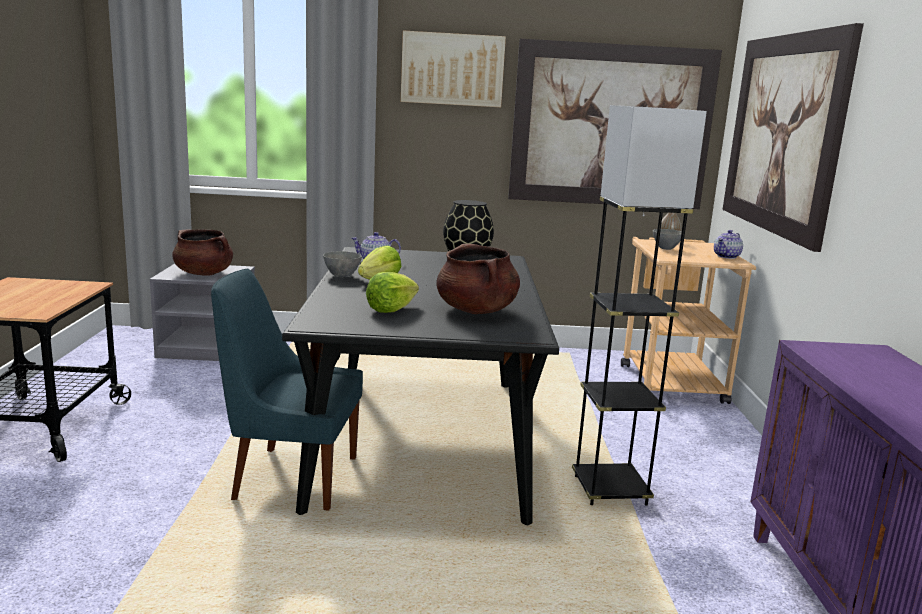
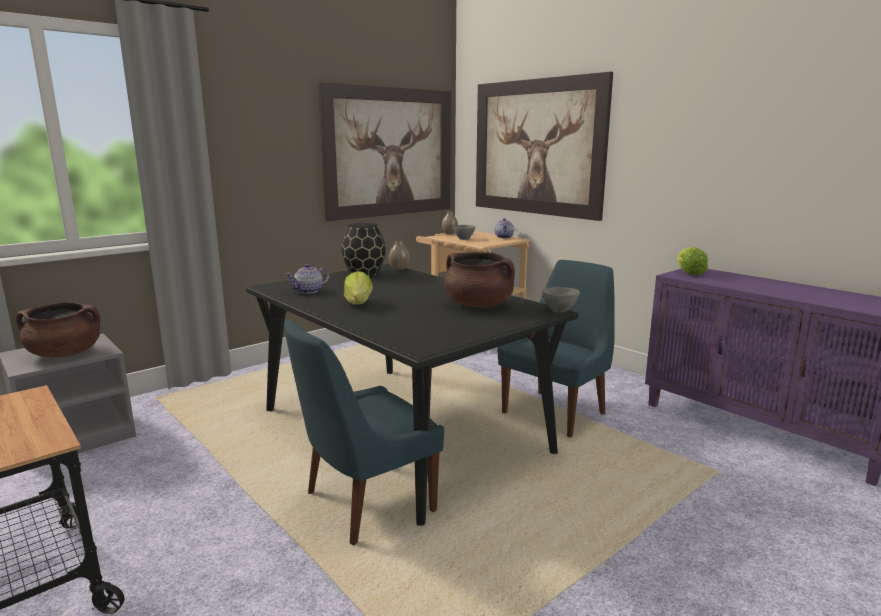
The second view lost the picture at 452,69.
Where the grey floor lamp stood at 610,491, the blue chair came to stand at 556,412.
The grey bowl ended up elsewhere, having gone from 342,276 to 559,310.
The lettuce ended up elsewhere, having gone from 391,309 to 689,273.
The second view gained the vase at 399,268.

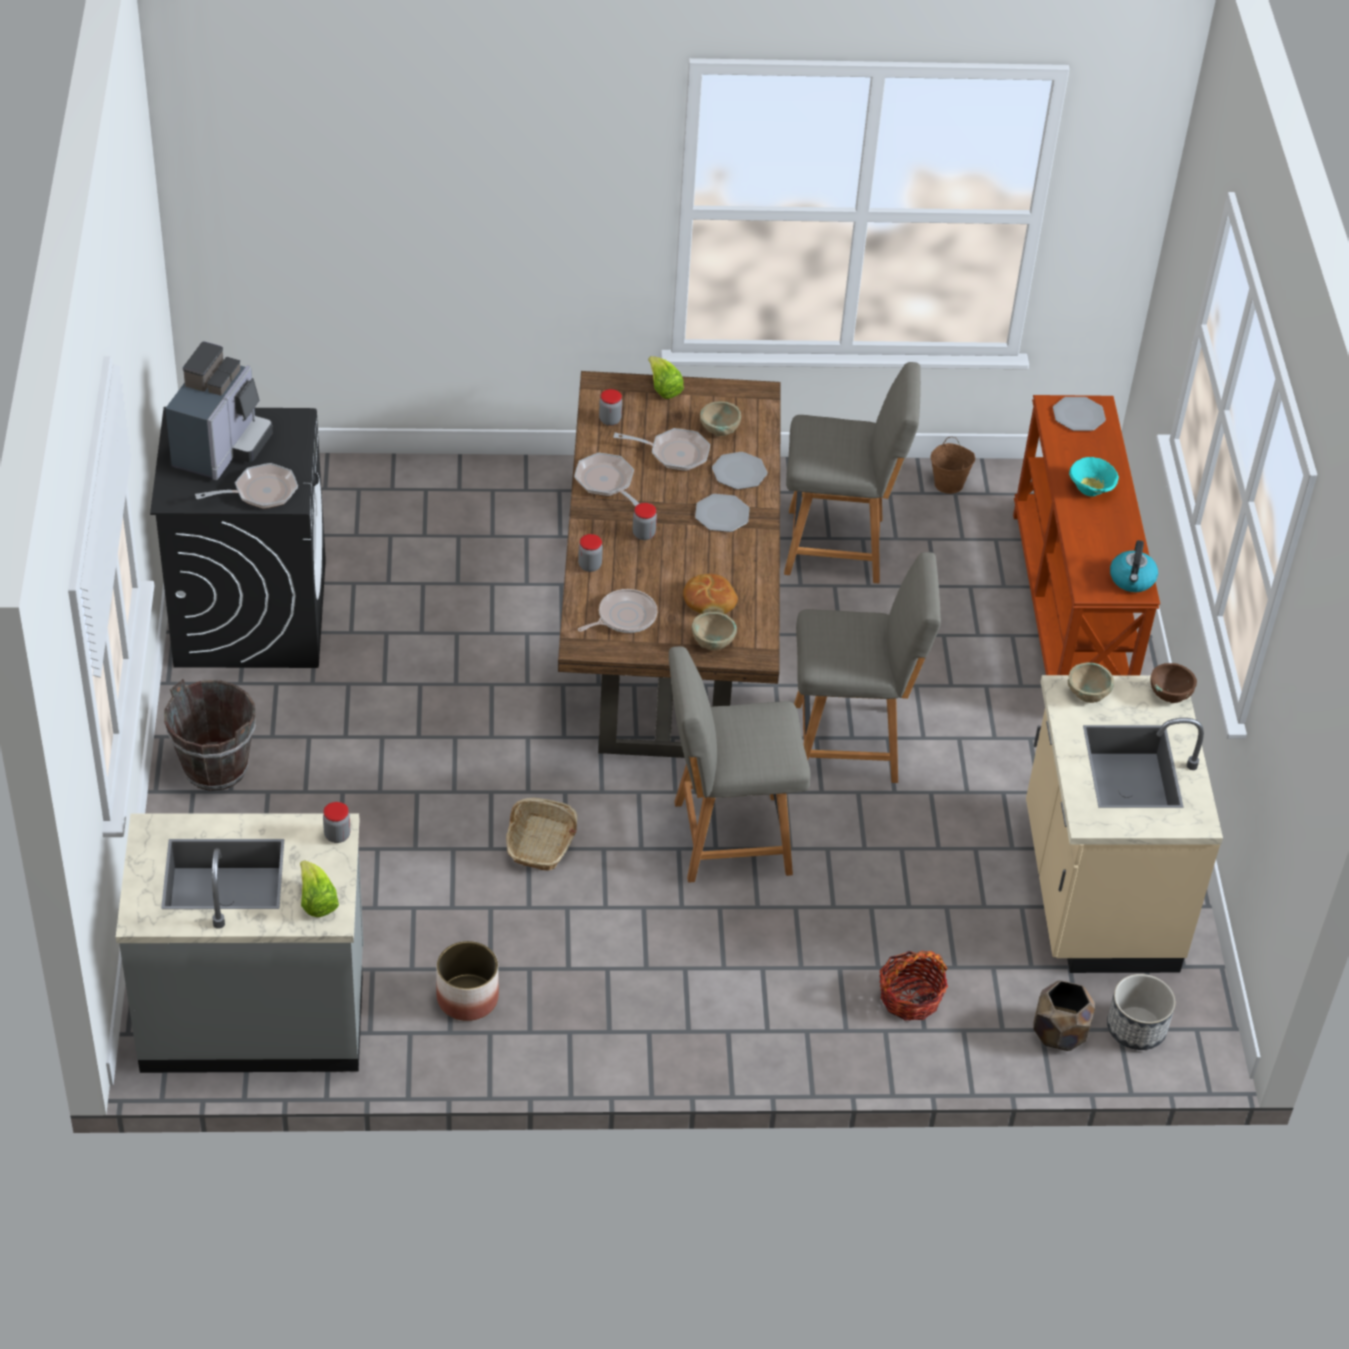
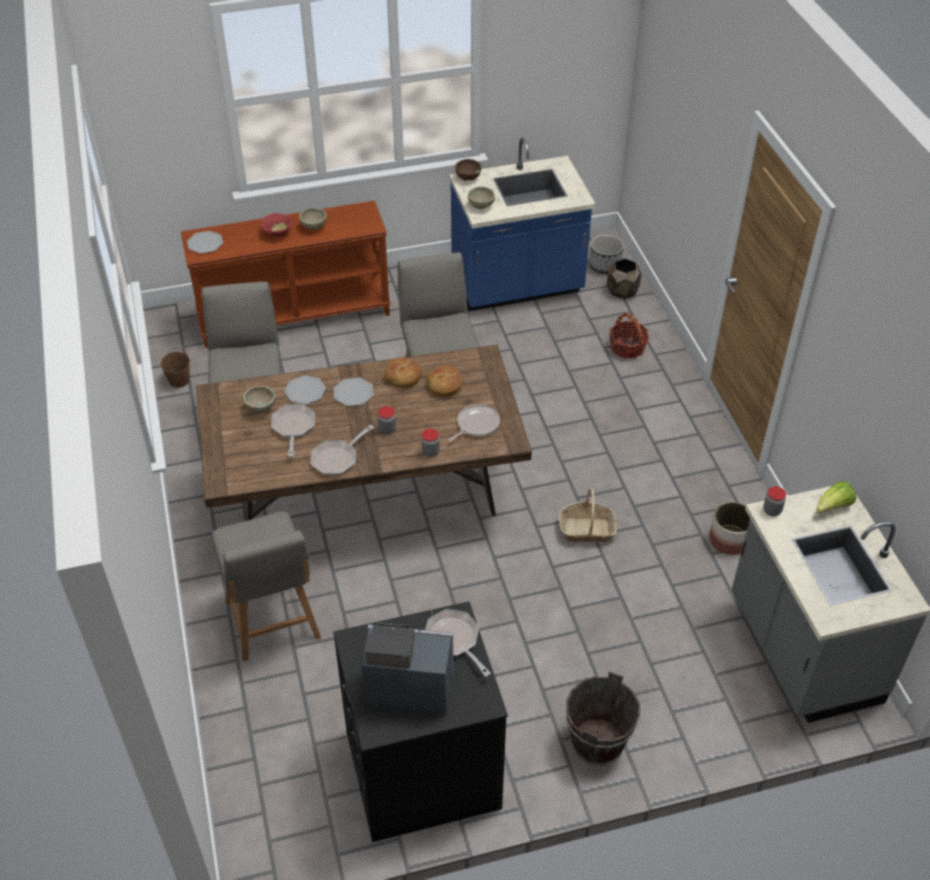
The second view lost the lettuce at 663,388.
The second view lost the jar at 610,420.
What was the turquoise bowl at 1091,488 turned into the red bowl at 278,232.
The second view lost the kettle at 1132,580.
The frying pan at 624,617 ended up facing another way, 90 degrees clockwise from before.
The beige bowl ended up elsewhere, having gone from 712,644 to 314,227.
The grey chair ended up elsewhere, having gone from 727,838 to 273,622.
What was the beige counter at 1095,892 turned into the blue counter at 517,287.
The second view gained the bread at 402,377.

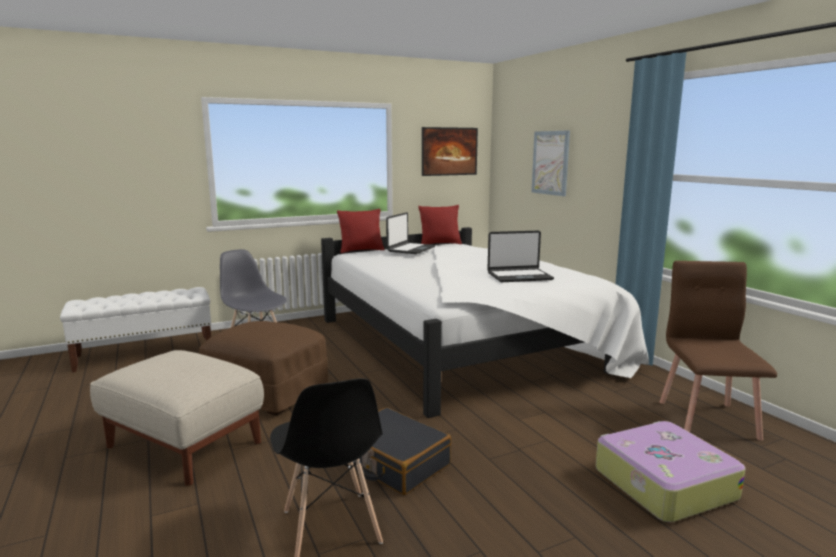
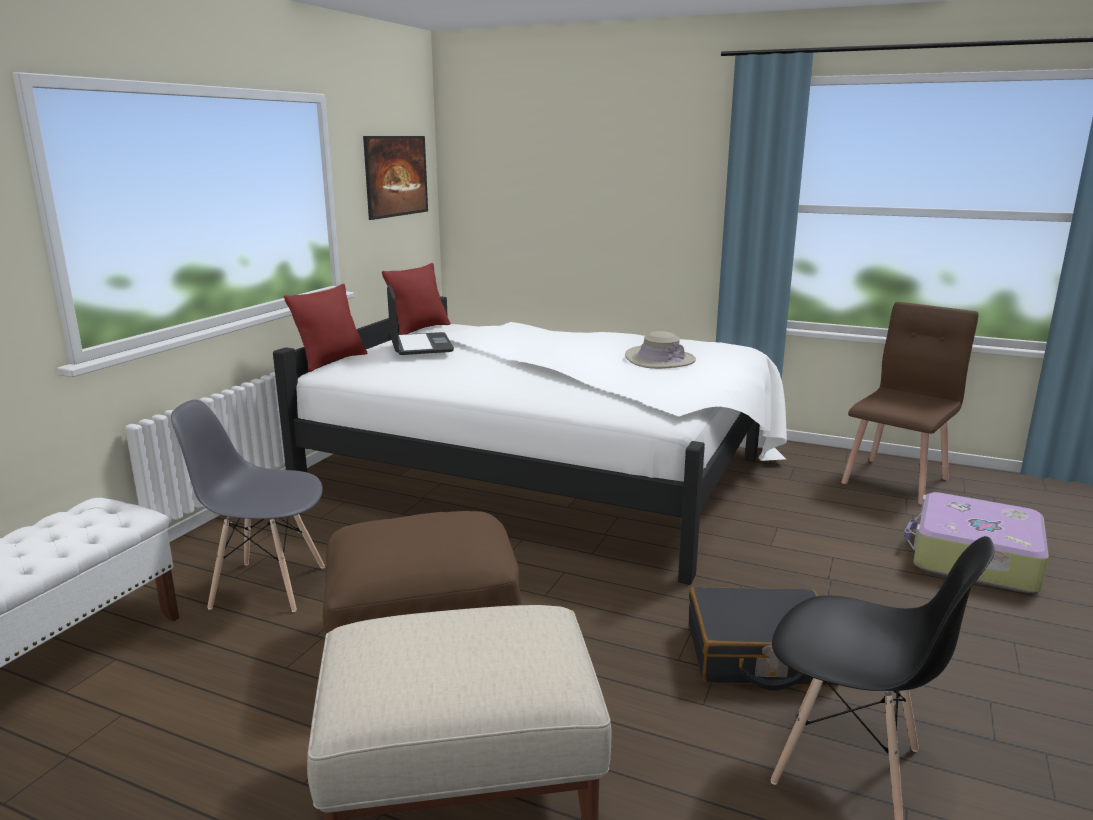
The second view lost the picture at 550,163.
Where the laptop stood at 519,276, the beige hat came to stand at 660,359.
The brown chair at 708,419 ended up facing another way, 75 degrees clockwise from before.

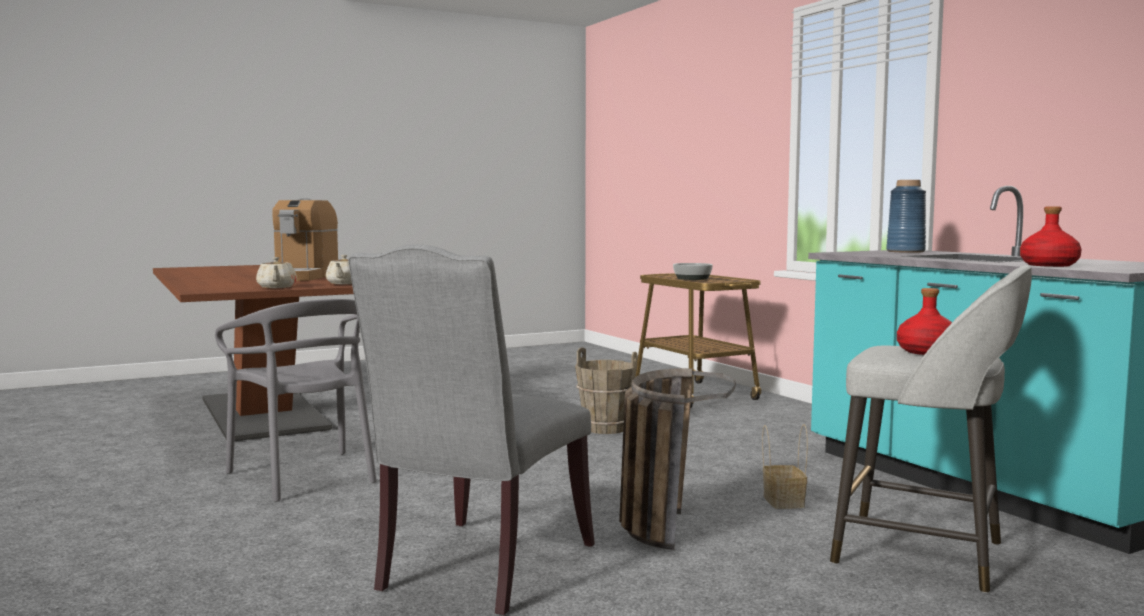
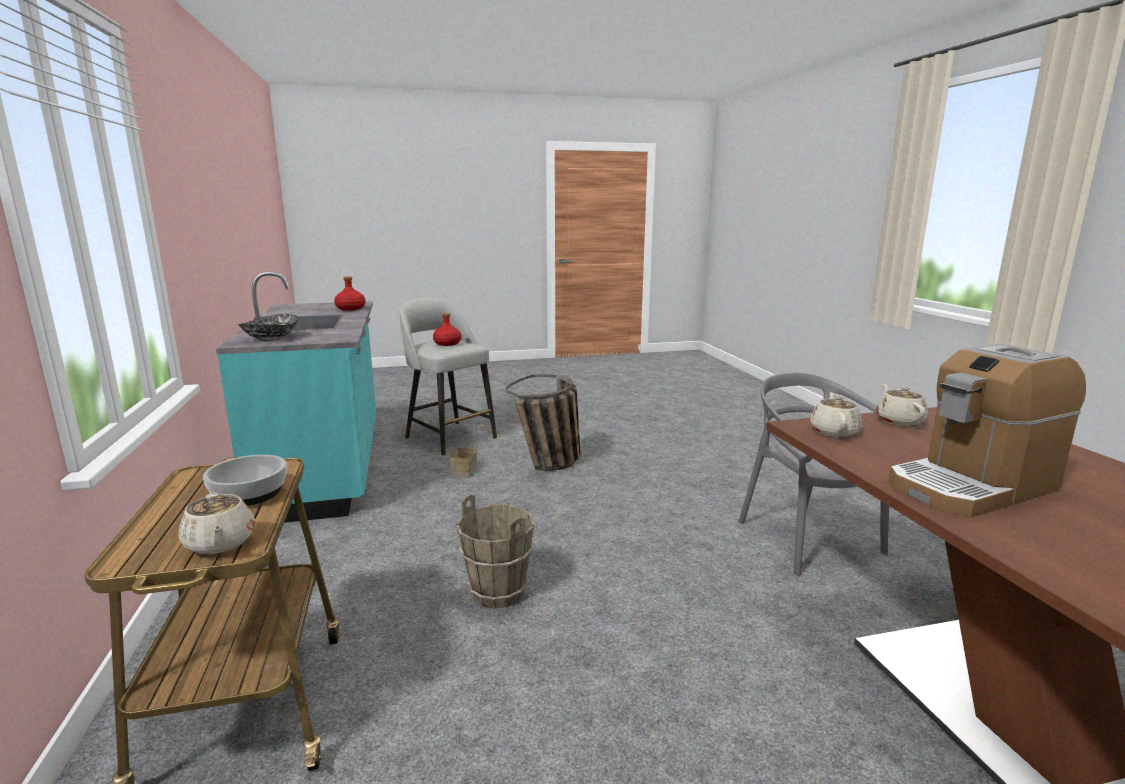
Where the blue vase stood at 906,251, the bowl came to stand at 270,338.
The coffee machine at 301,277 ended up facing another way, 135 degrees counterclockwise from before.
The second view lost the grey chair at 480,569.
The second view gained the beige teapot at 220,543.

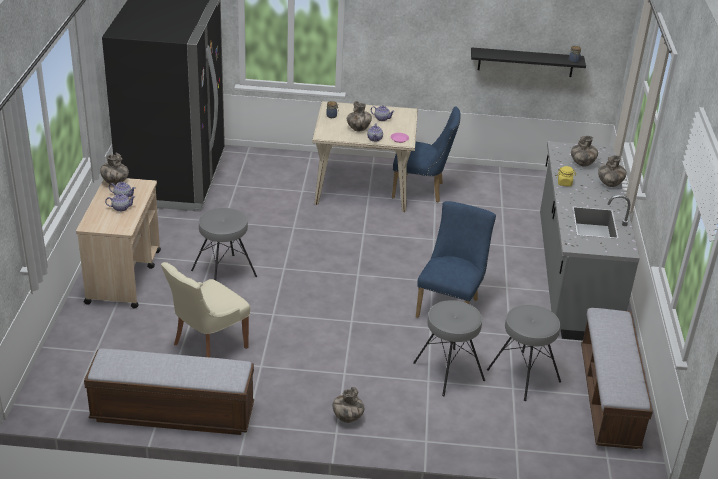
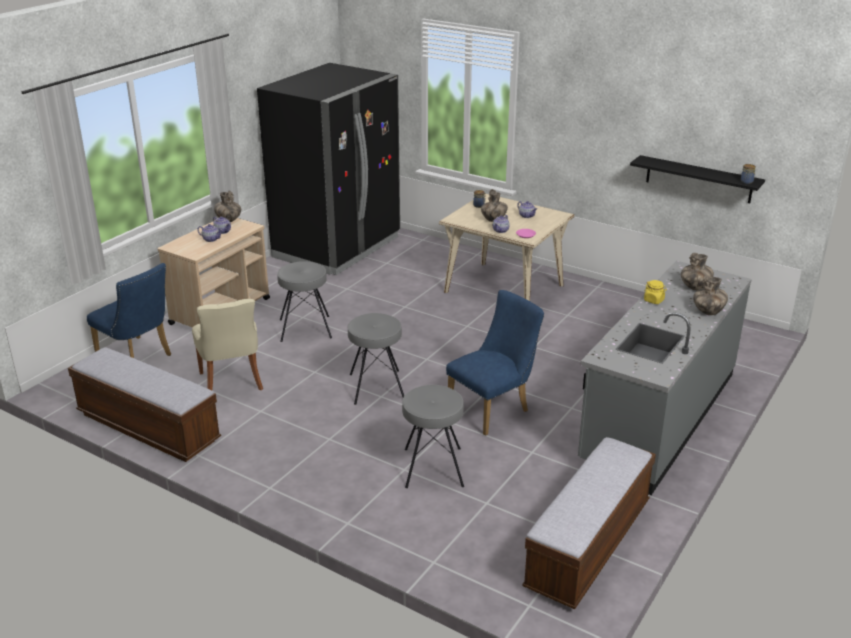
The blue chair ended up elsewhere, having gone from 422,191 to 138,358.
The beige chair at 208,346 ended up facing another way, 90 degrees counterclockwise from before.
The grey stool ended up elsewhere, having gone from 523,376 to 376,387.
The second view lost the vase at 347,418.

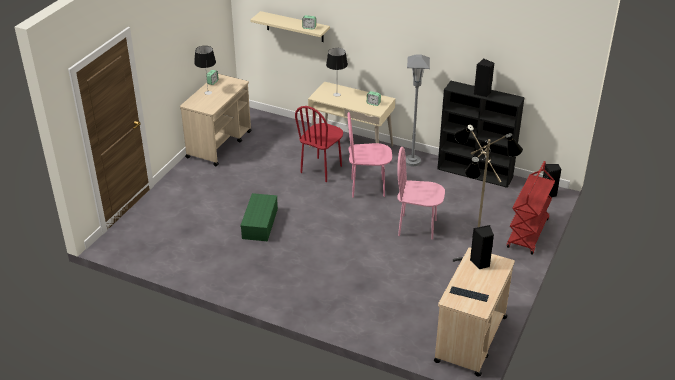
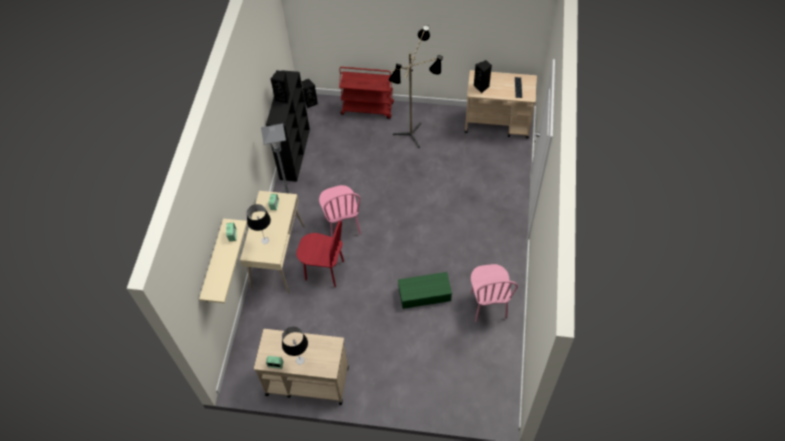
The pink chair ended up elsewhere, having gone from 417,227 to 488,305.

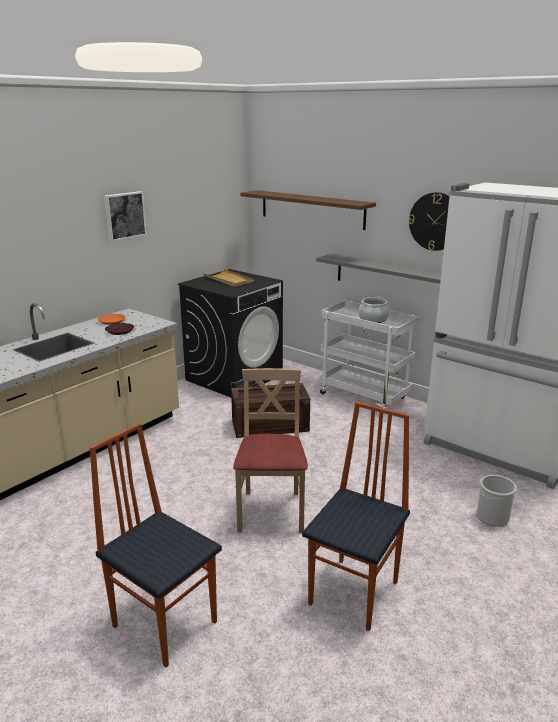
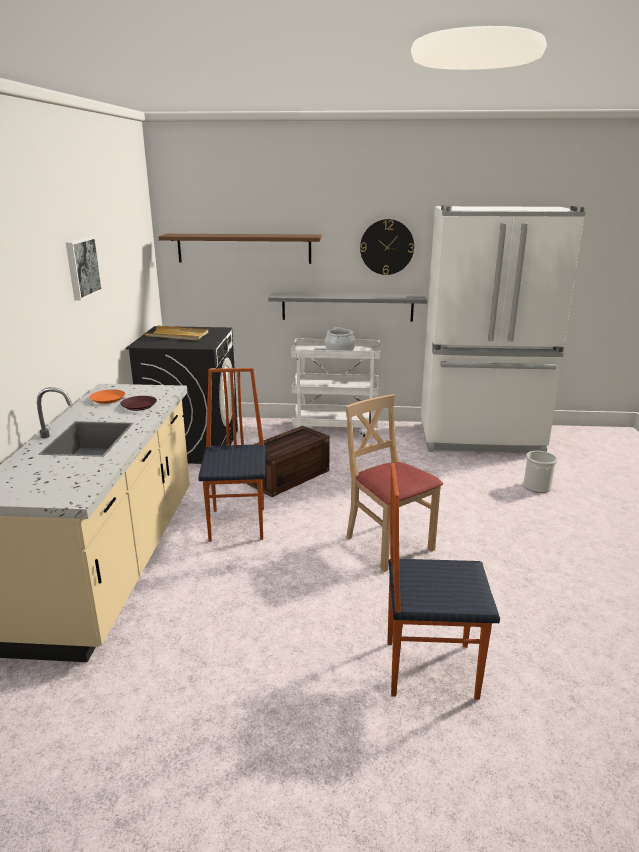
The chair ended up elsewhere, having gone from 355,593 to 238,523.

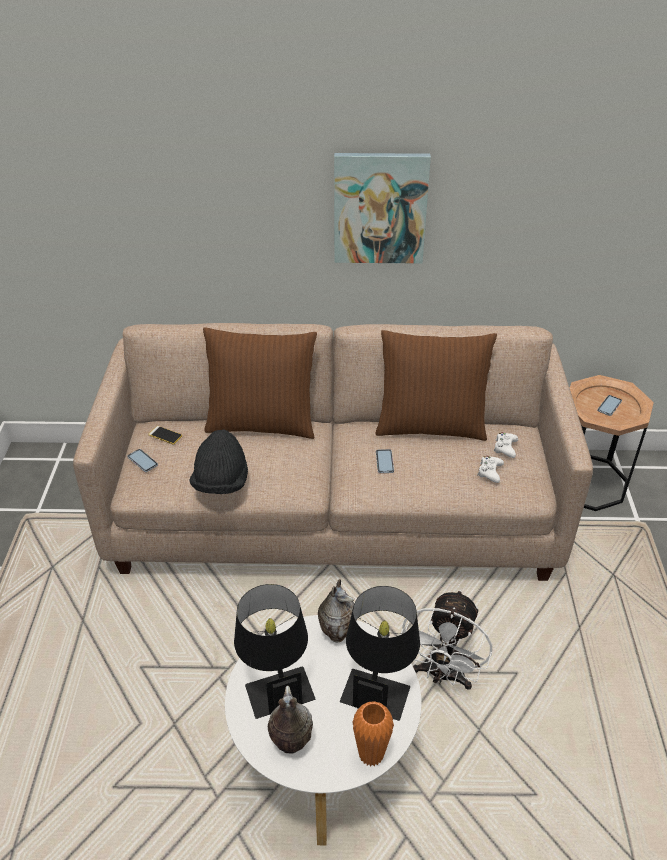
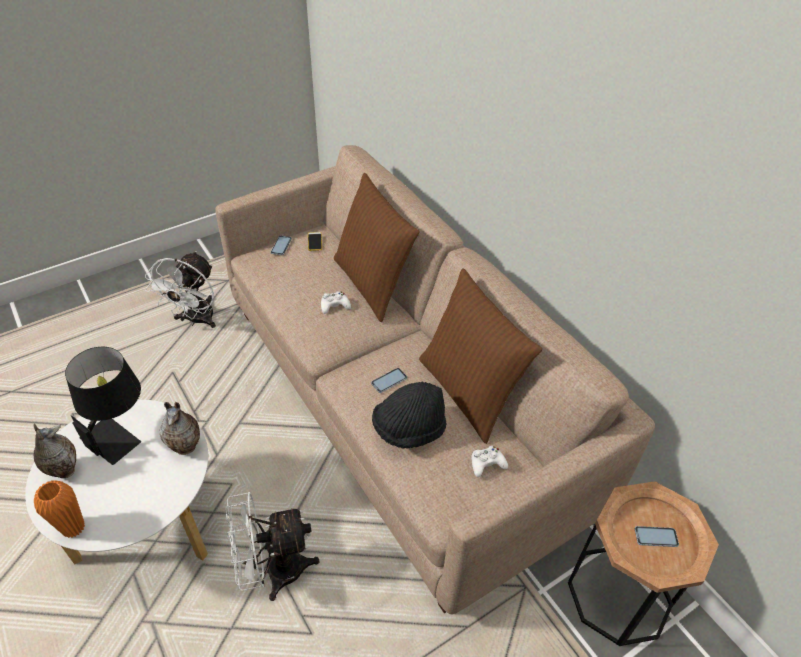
The second view lost the picture at 380,208.
The black hat ended up elsewhere, having gone from 221,483 to 409,429.
The white game controller ended up elsewhere, having gone from 489,472 to 334,305.
The second view lost the black table lamp at 378,682.
The second view gained the white fan at 196,320.

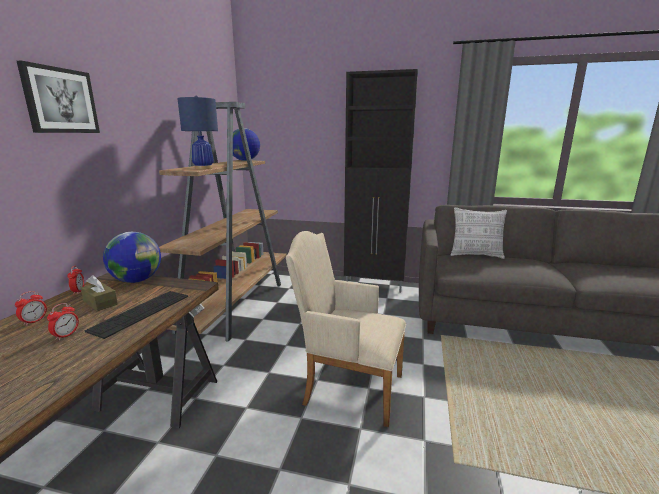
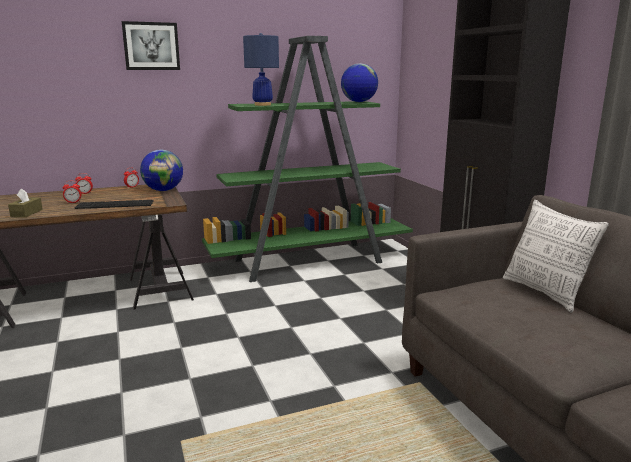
What was the brown bookcase at 235,305 turned into the green bookcase at 310,261.
The second view lost the beige armchair at 347,387.
The brown tissue box ended up elsewhere, having gone from 100,303 to 26,213.

